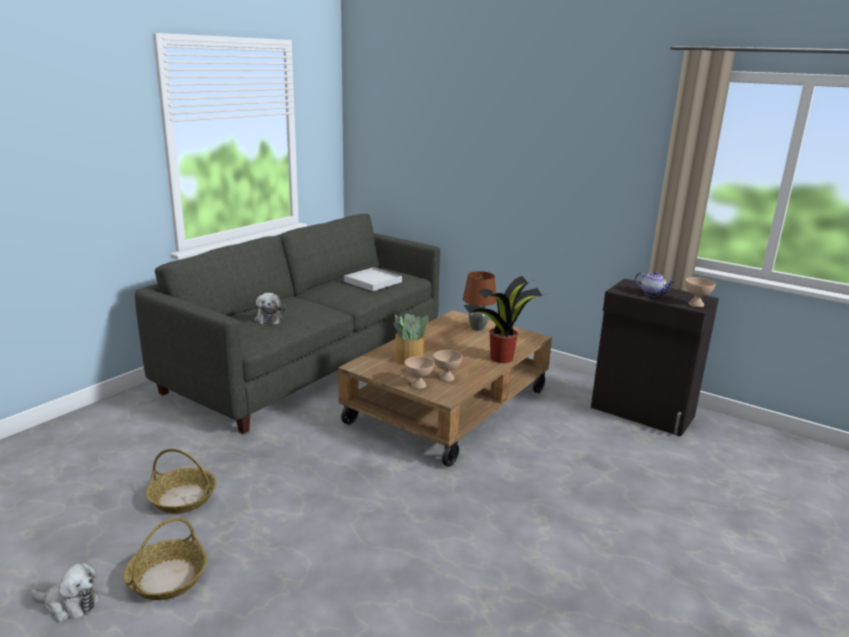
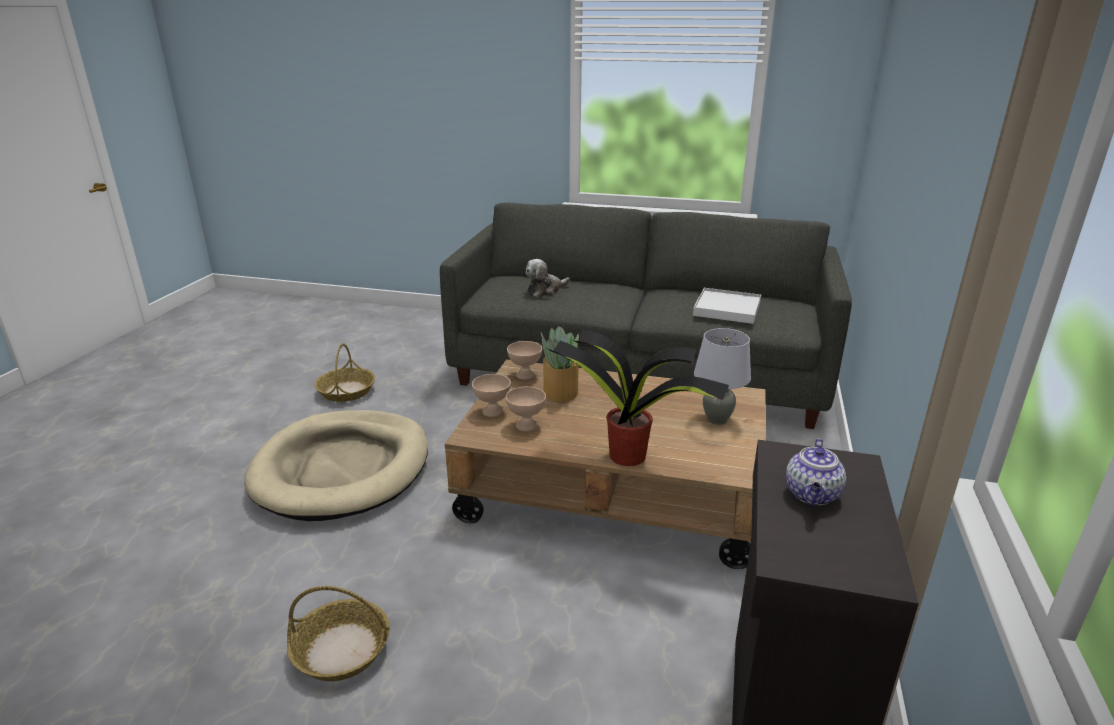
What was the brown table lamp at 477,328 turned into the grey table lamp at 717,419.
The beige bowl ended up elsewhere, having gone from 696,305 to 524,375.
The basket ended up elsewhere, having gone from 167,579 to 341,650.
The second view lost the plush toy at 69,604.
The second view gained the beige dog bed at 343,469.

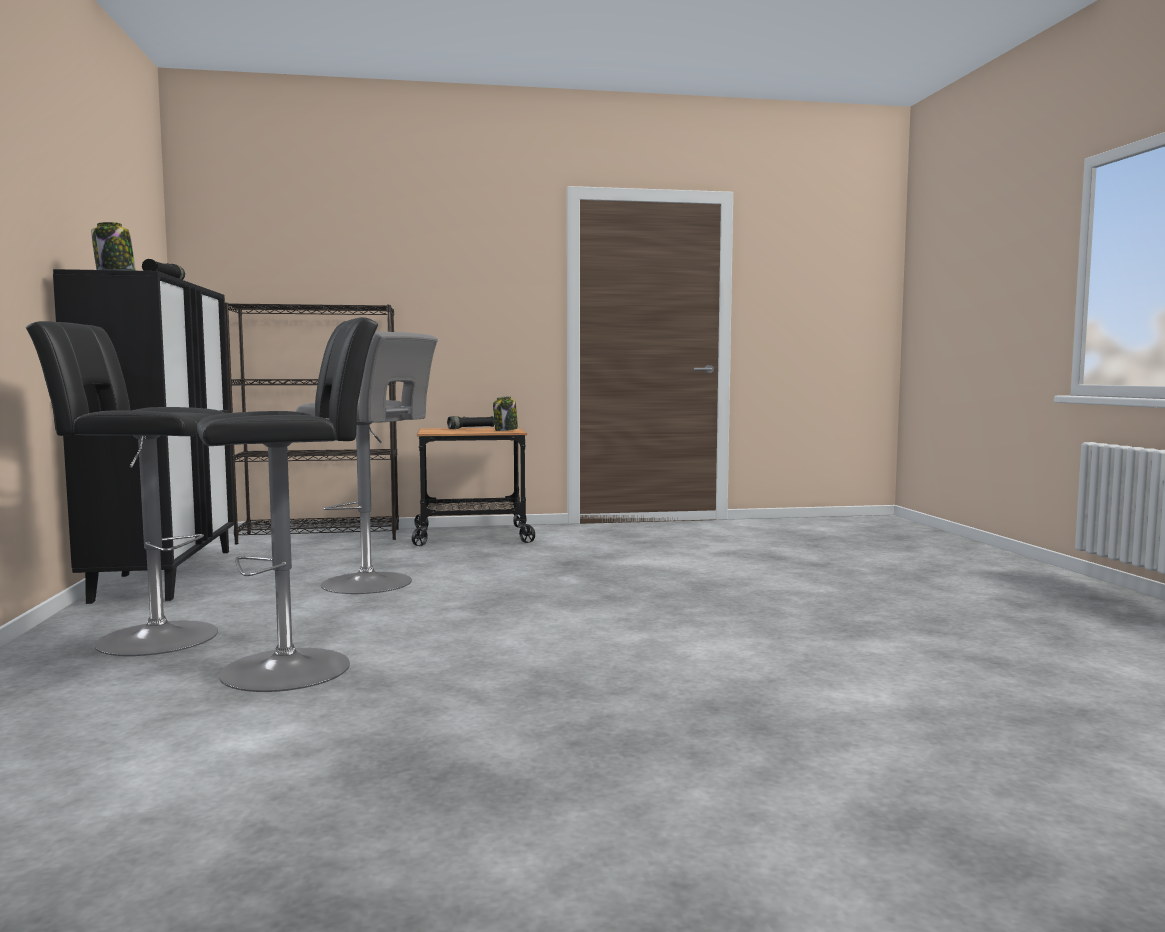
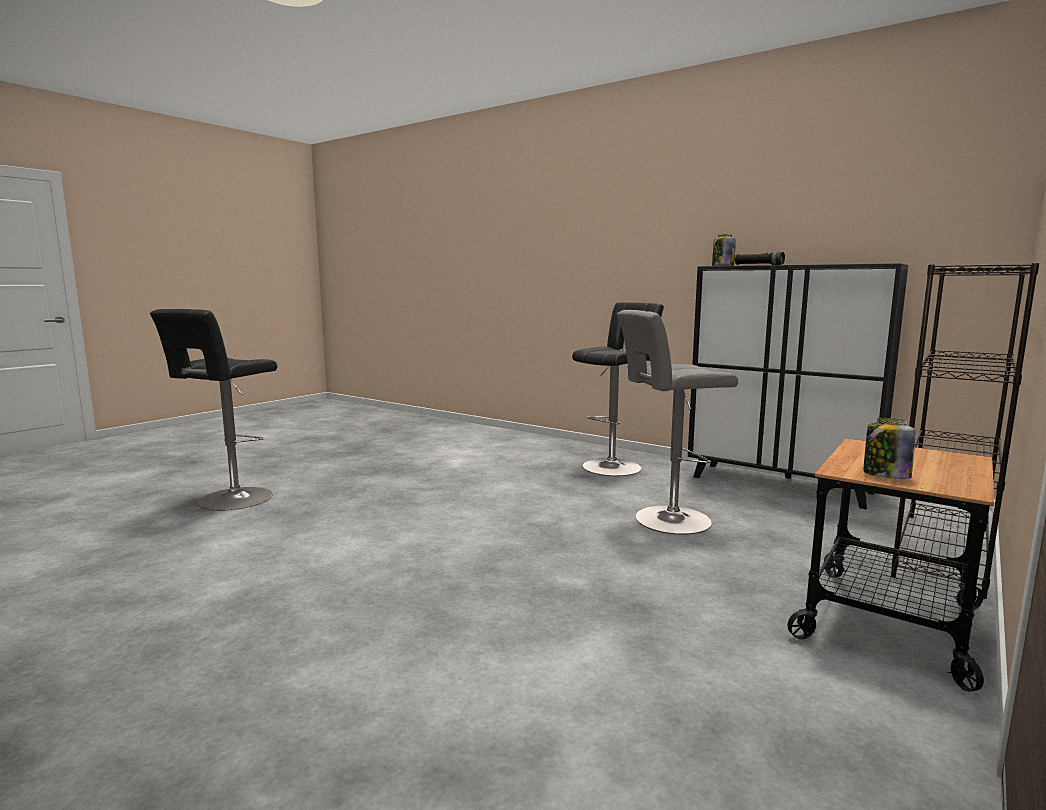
The black stool ended up elsewhere, having gone from 296,667 to 232,500.
The second view lost the black flashlight at 471,428.

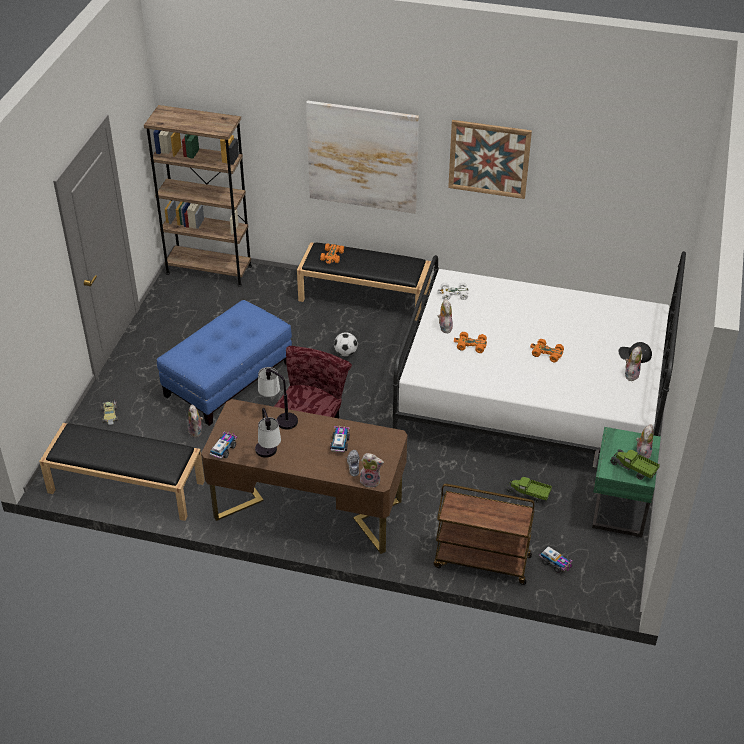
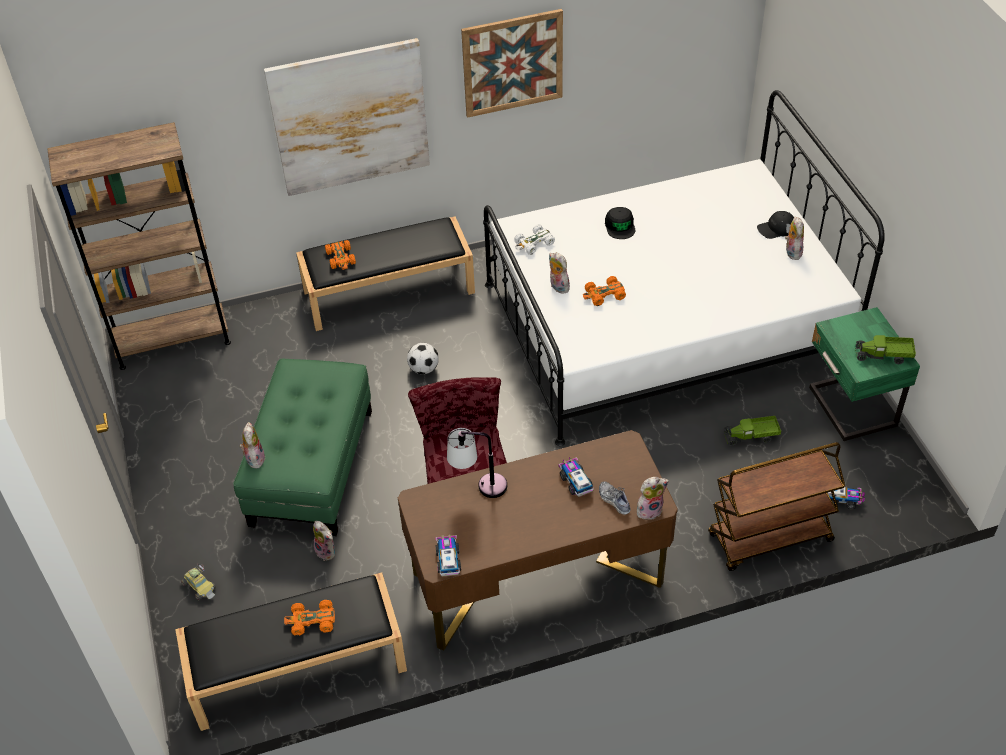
What was the blue ottoman at 228,379 turned into the green ottoman at 311,466.
The orange toy car ended up elsewhere, having gone from 546,353 to 311,621.
The second view lost the table lamp at 269,457.
The plush toy ended up elsewhere, having gone from 642,453 to 254,458.
The second view gained the black cap at 620,226.

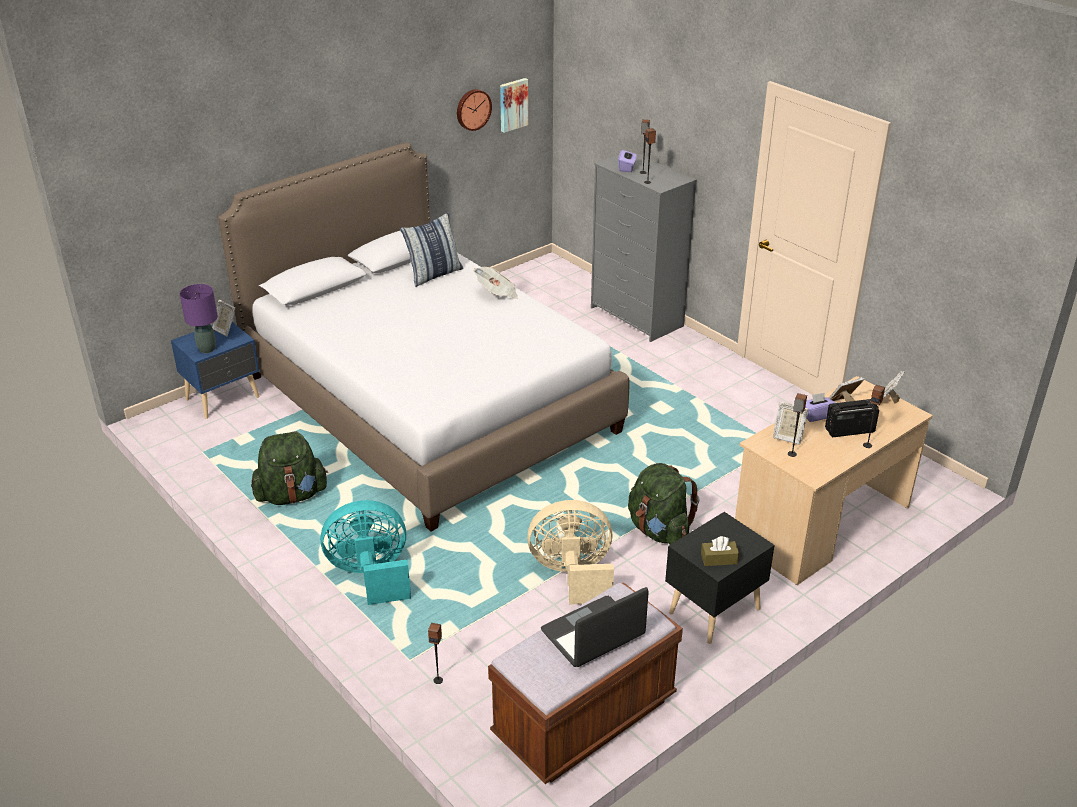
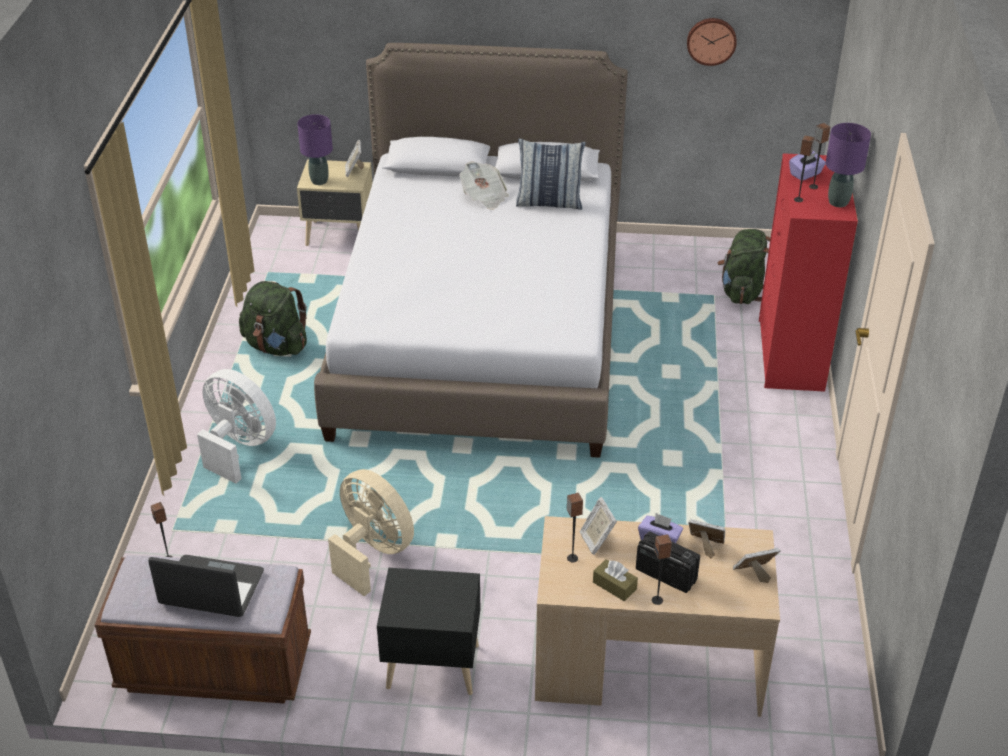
The second view lost the picture at 512,104.
What was the grey dresser at 637,317 turned into the red dresser at 790,355.
The newspaper ended up elsewhere, having gone from 497,293 to 484,197.
What was the blue nightstand at 224,399 turned into the beige nightstand at 340,236.
The green backpack ended up elsewhere, having gone from 659,530 to 743,292.
What was the turquoise fan at 371,575 turned into the white fan at 239,447.
The brown tissue box ended up elsewhere, having gone from 719,559 to 614,586.
The second view gained the purple table lamp at 838,202.

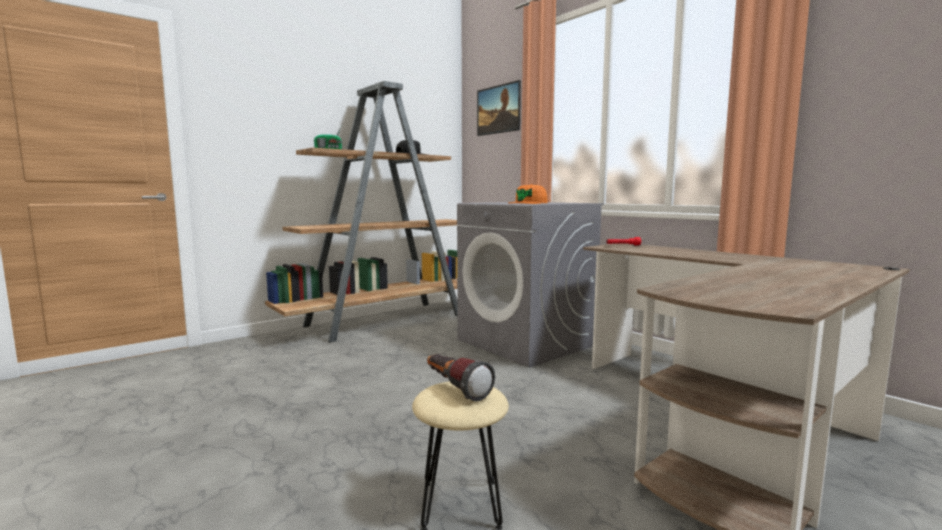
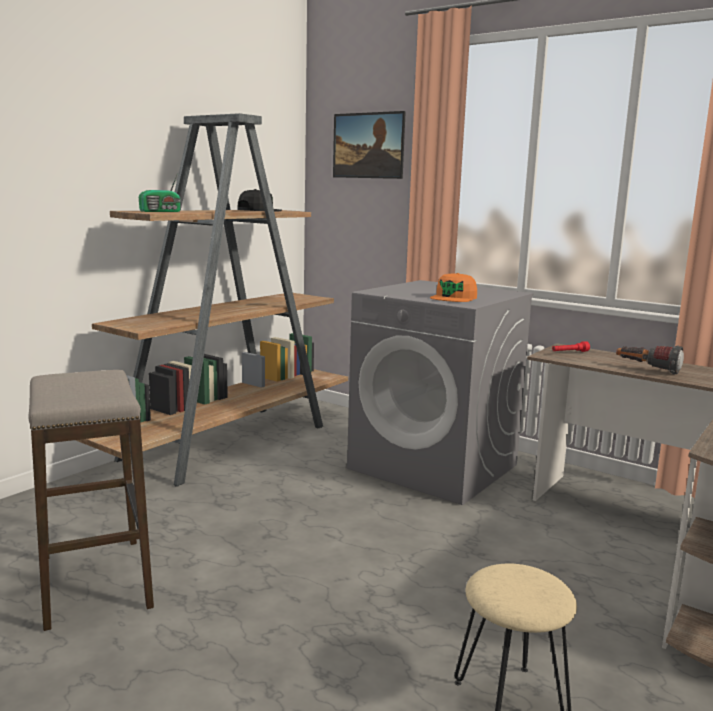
The flashlight ended up elsewhere, having gone from 455,389 to 647,369.
The second view gained the stool at 94,582.

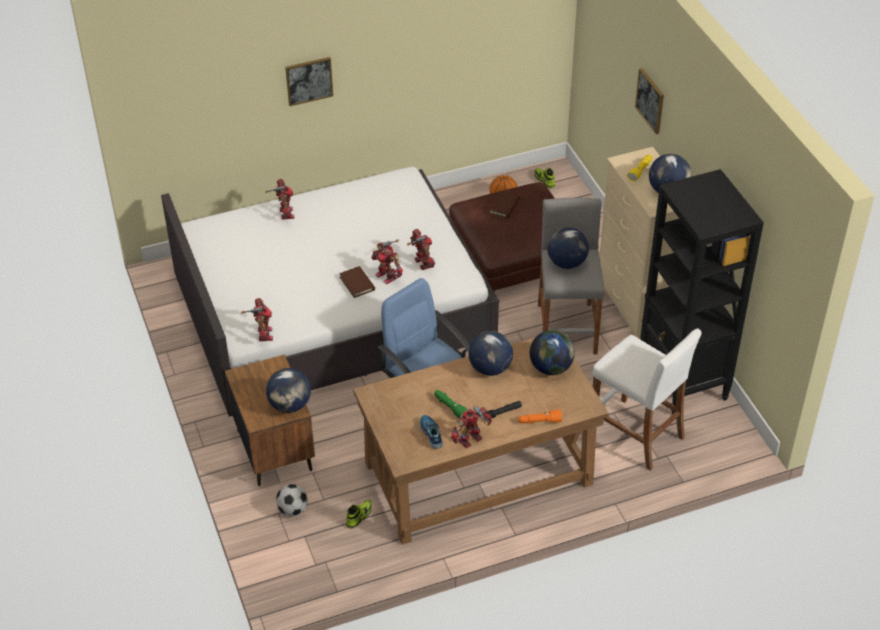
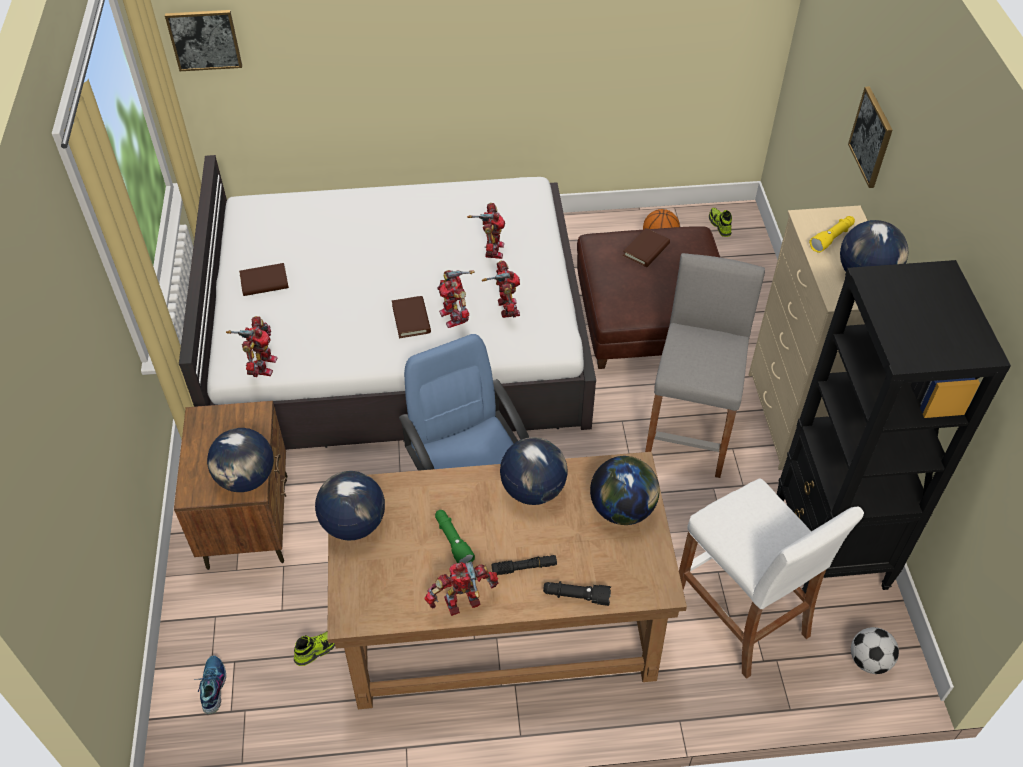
The picture ended up elsewhere, having gone from 309,80 to 204,39.
The toy robot ended up elsewhere, having gone from 285,214 to 492,250.
The globe ended up elsewhere, having gone from 566,263 to 354,523.
What was the orange flashlight at 539,421 turned into the black flashlight at 576,596.
The shoe ended up elsewhere, having gone from 430,434 to 212,686.
The football ended up elsewhere, having gone from 292,510 to 868,661.
The second view gained the brown book at 264,282.

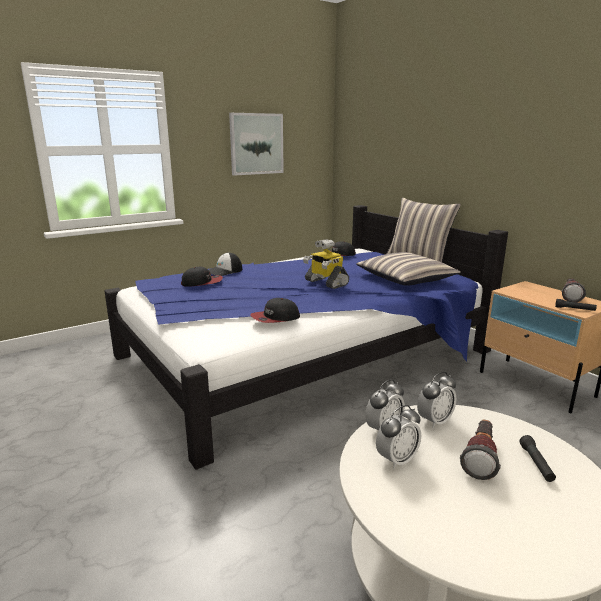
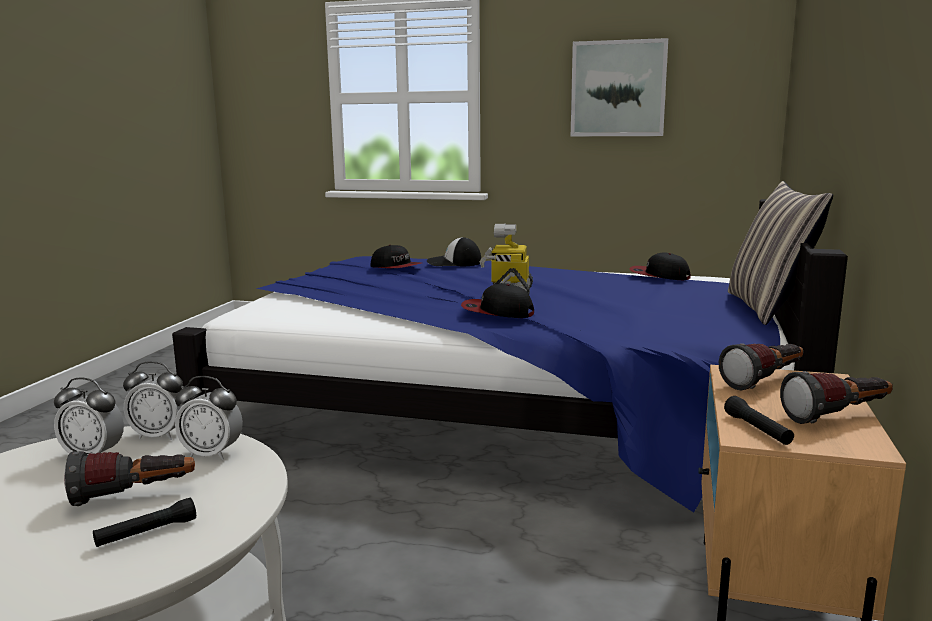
The second view lost the pillow at 406,279.
The cap ended up elsewhere, having gone from 275,318 to 497,312.
The second view gained the flashlight at 765,381.

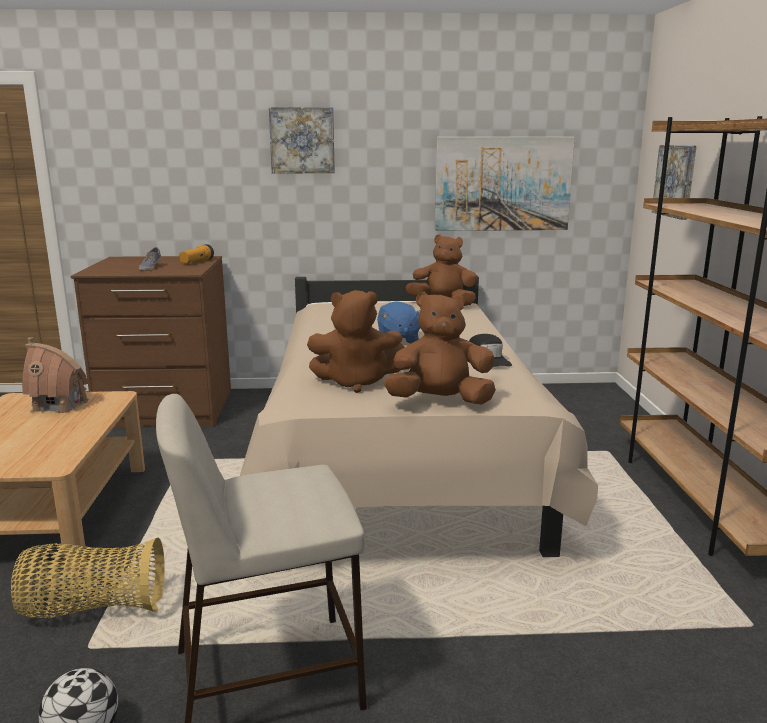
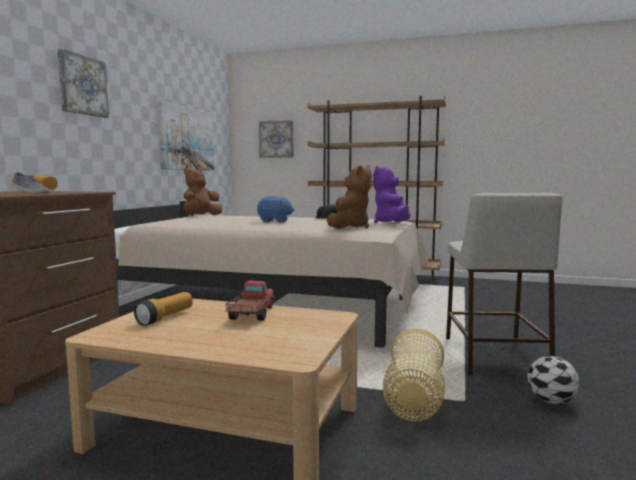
What was the brown plush toy at 440,401 turned into the purple plush toy at 392,223.
Where the toy house stood at 59,405, the flashlight came to stand at 165,317.
The second view gained the toy truck at 251,314.

